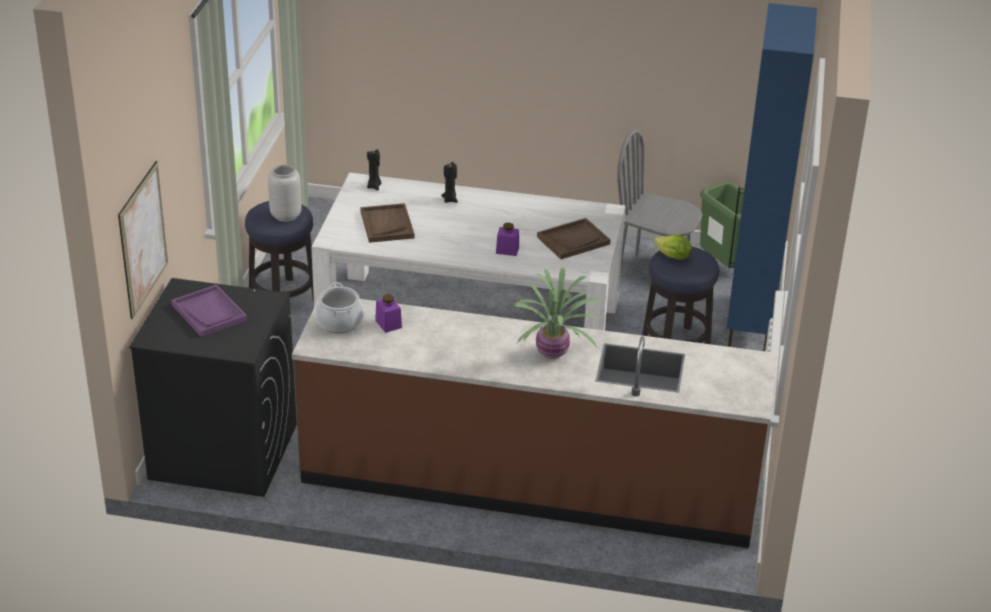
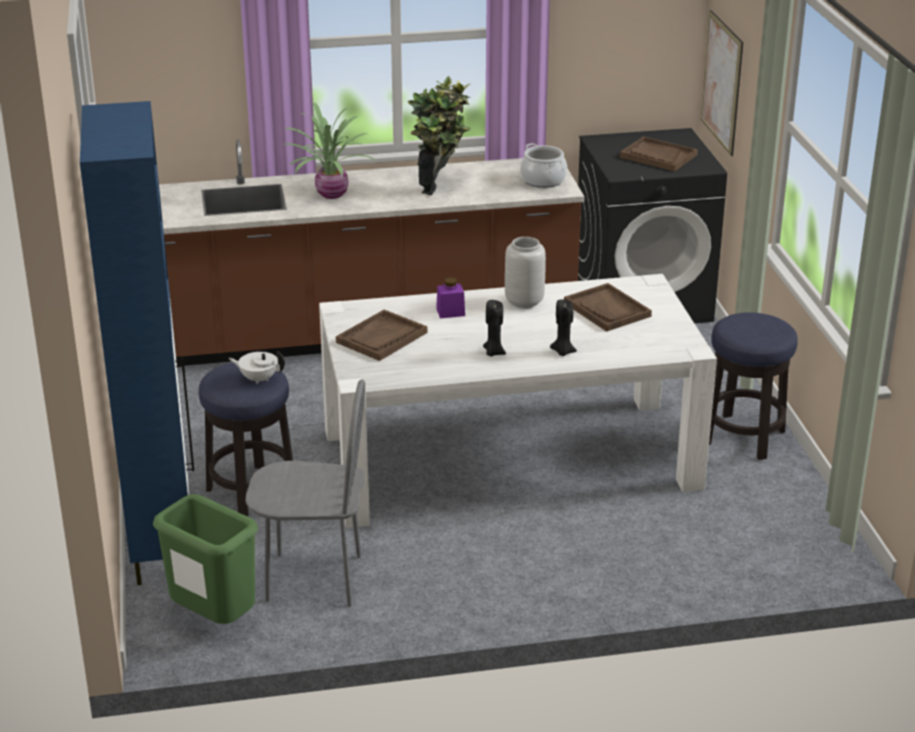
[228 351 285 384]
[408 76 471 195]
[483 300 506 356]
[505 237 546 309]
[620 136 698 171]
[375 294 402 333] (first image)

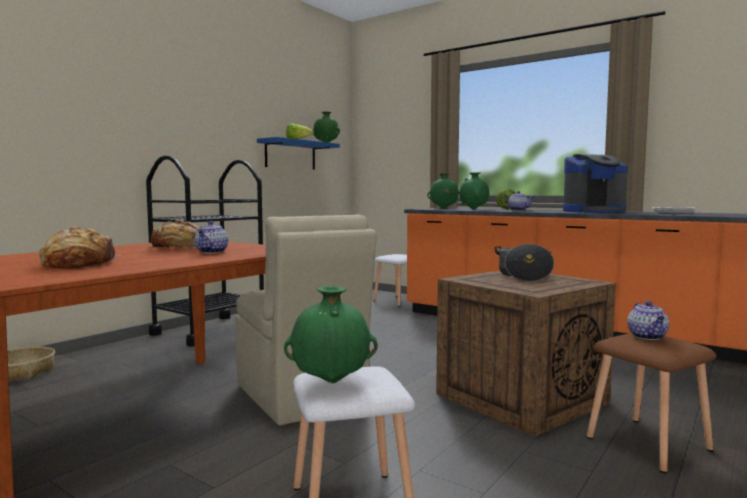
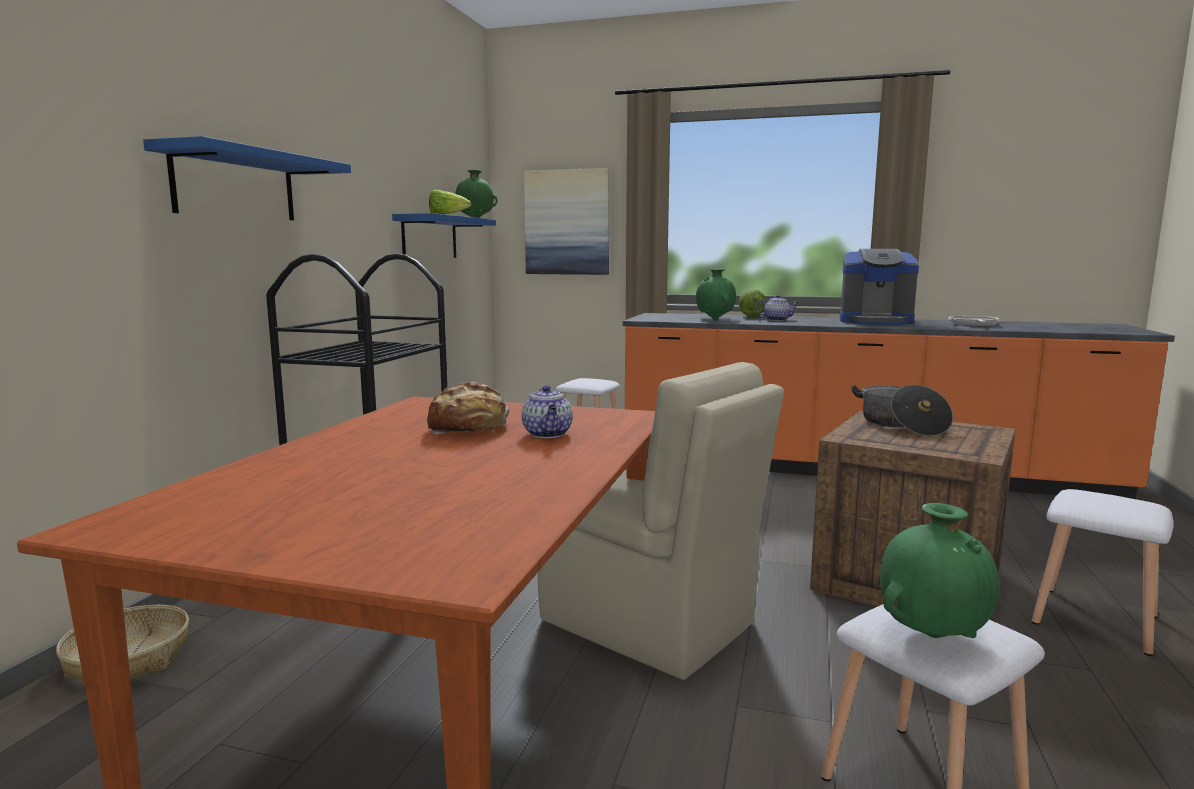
[143 136 351 220]
[524 168 609 275]
[840 249 919 325]
[1032 489 1174 656]
[39 226 121 269] (first image)
[427 173 460 209] (first image)
[627 301 669 340] (first image)

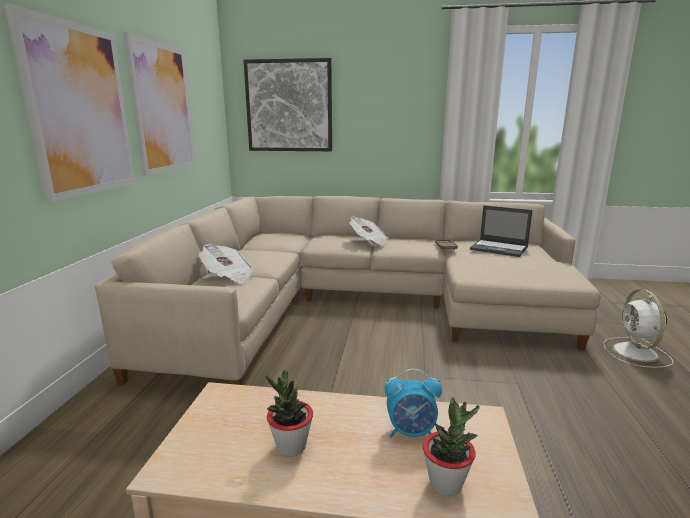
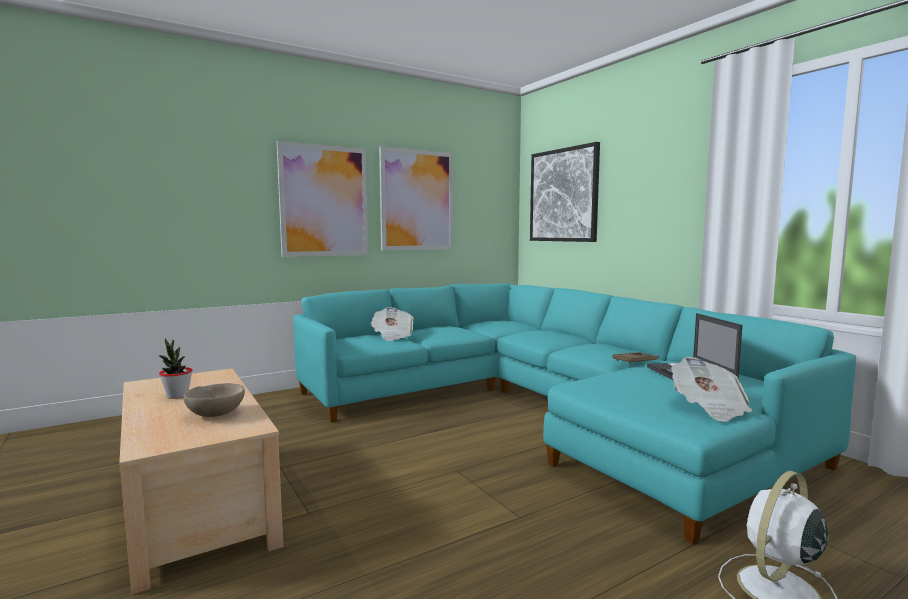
[183 383 245 417]
[293 283 856 545]
[671 357 752 422]
[423 397 480 496] (first image)

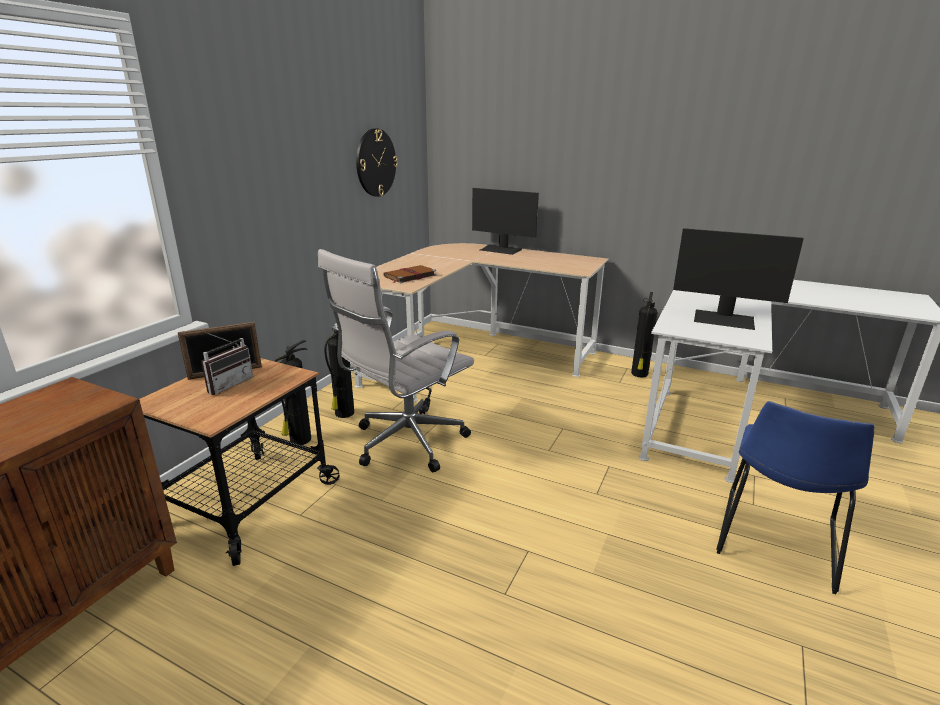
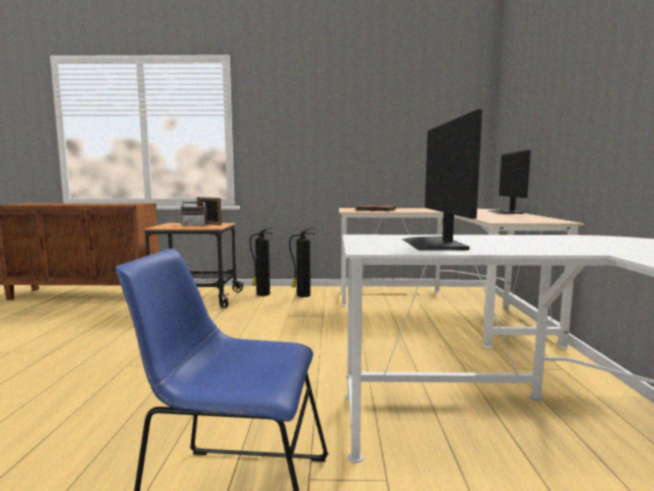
[318 249 474 472] (first image)
[356 128 398 197] (first image)
[631 292 658 377] (first image)

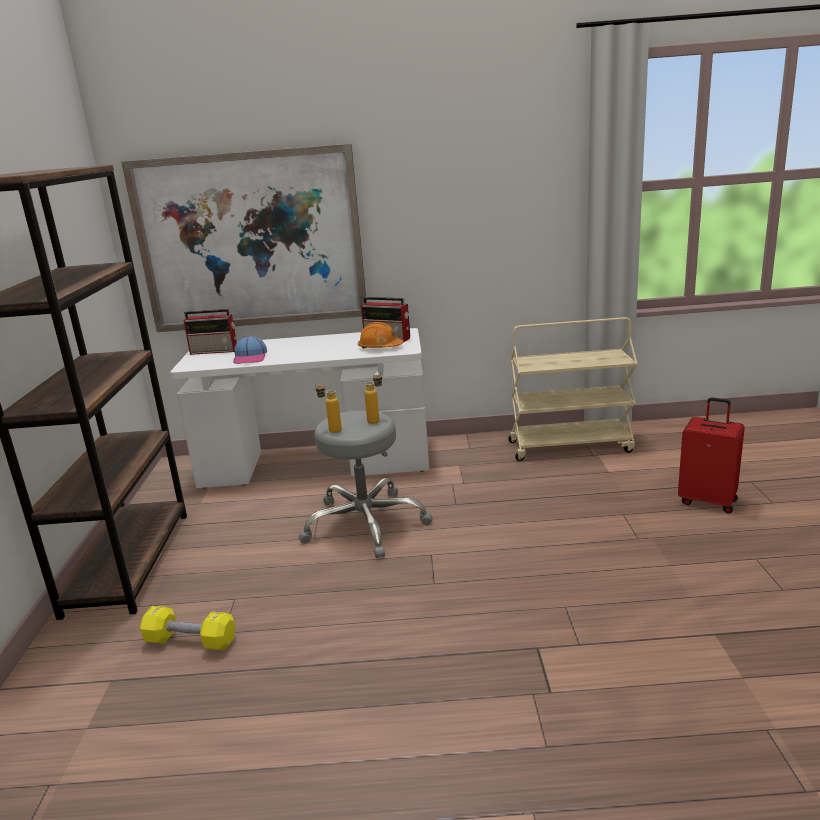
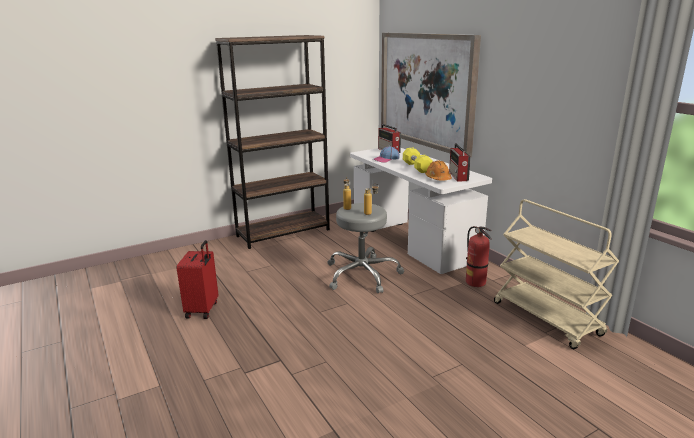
[177 240 218 319]
[403 148 433 173]
[466 226 492 287]

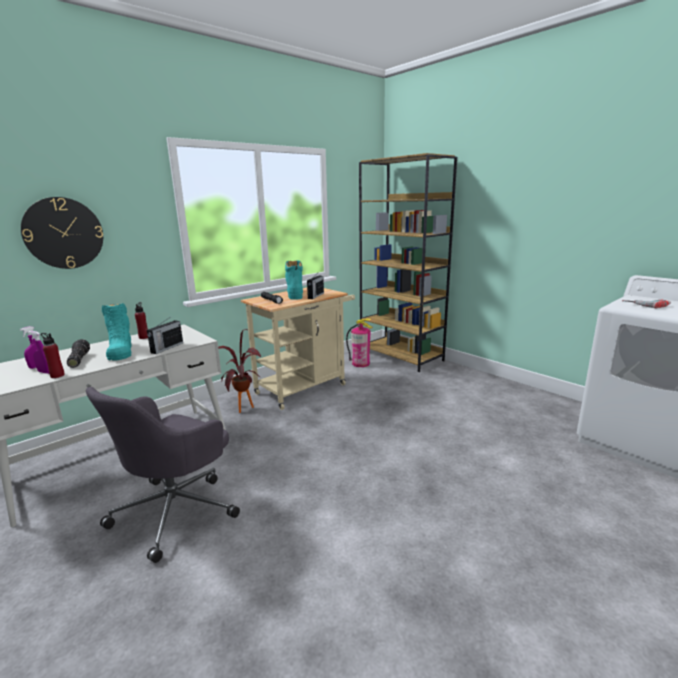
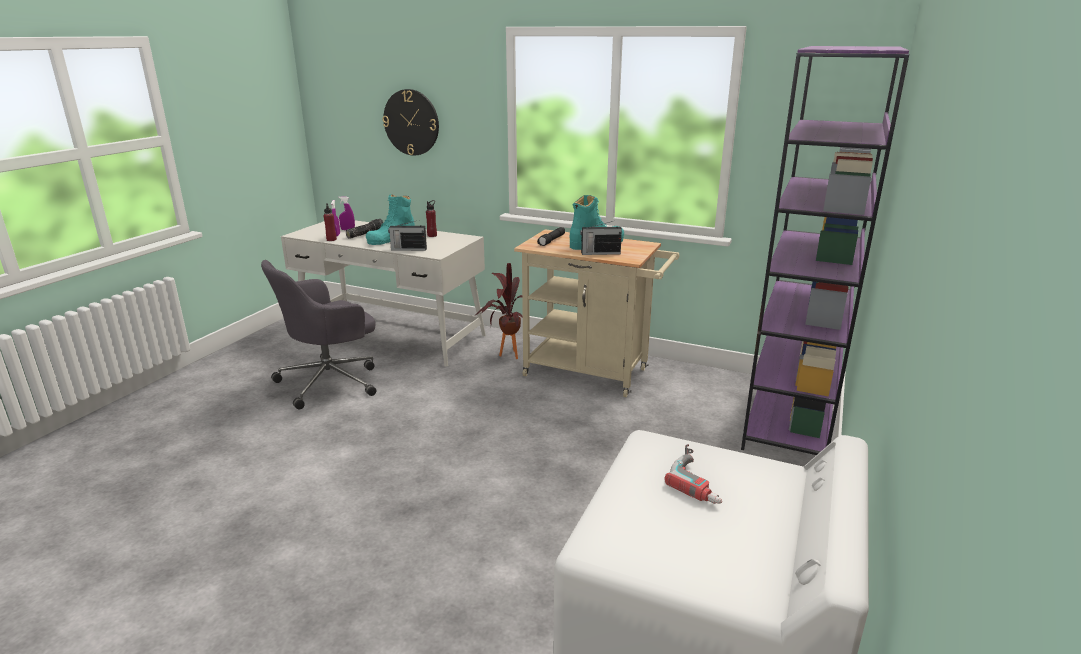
[261 260 376 410]
[741 46 909 455]
[346 319 373 367] (first image)

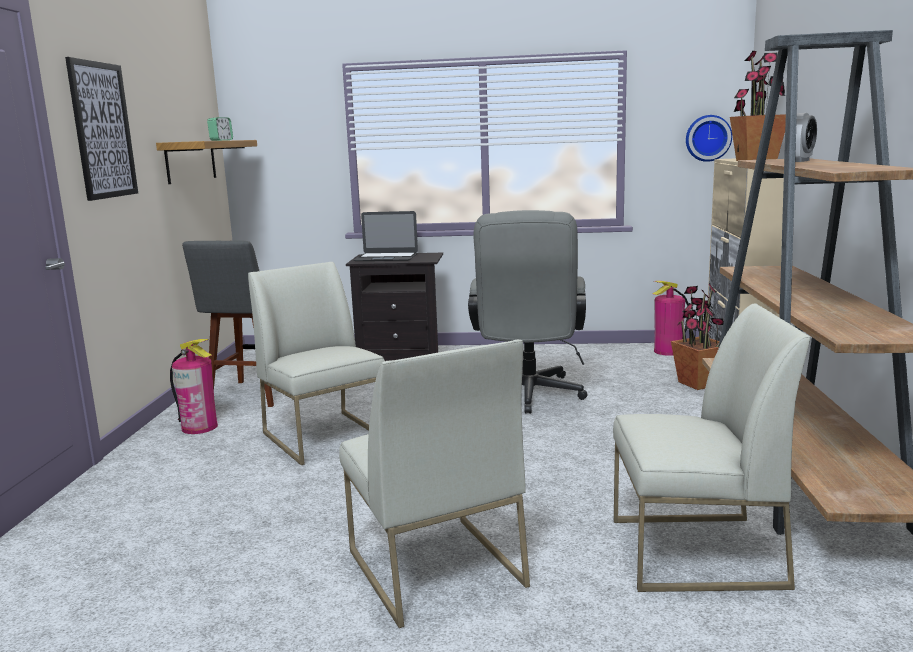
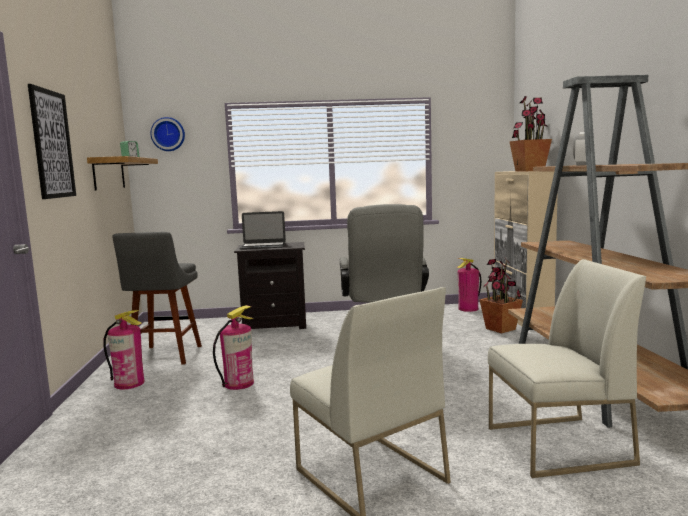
[151 117 185 151]
[213 305 254 390]

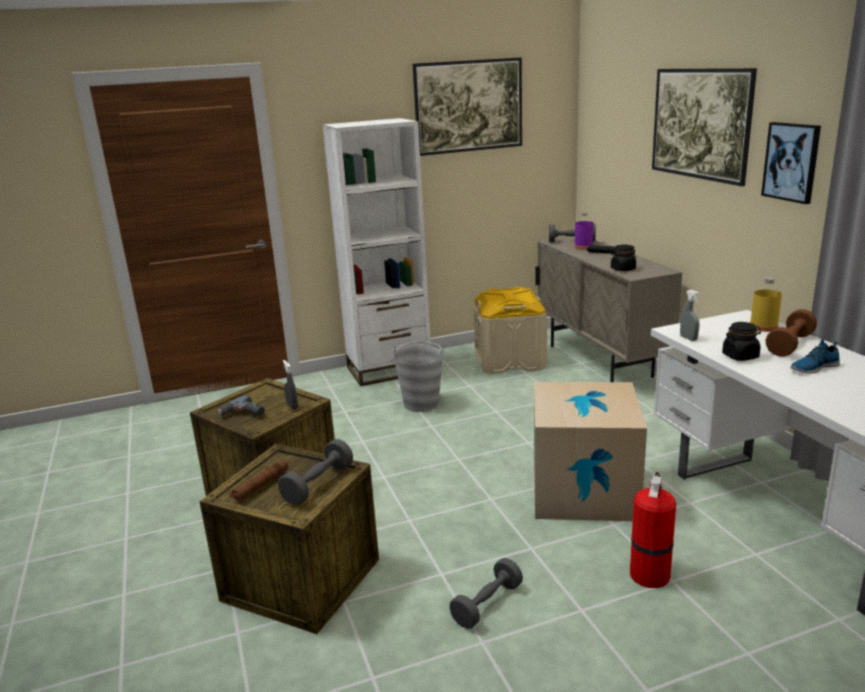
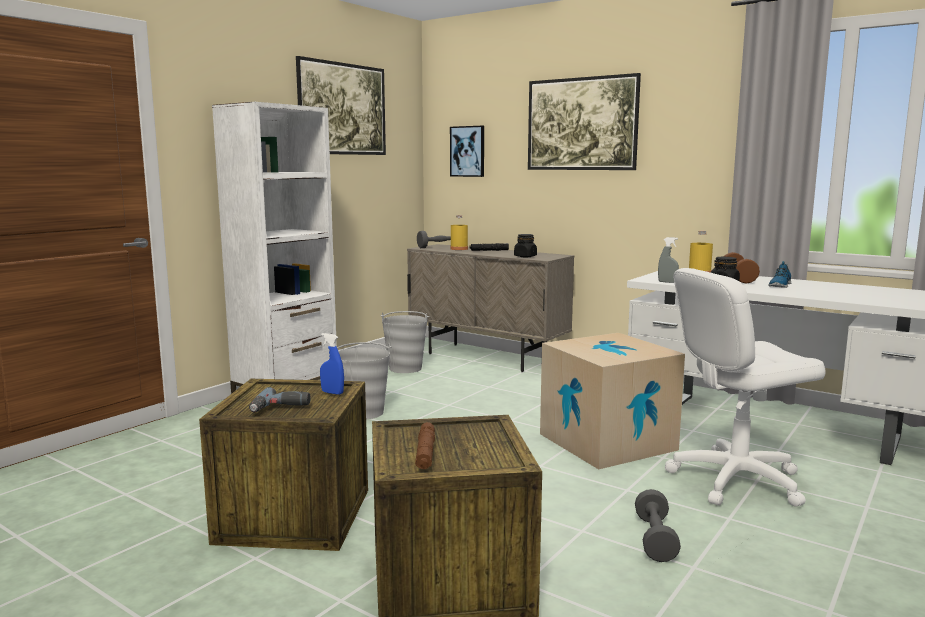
[320 333 344 395]
[380 311 430 373]
[450 126 484 177]
[450 215 468 250]
[665 268 826 507]
[278 439 353 505] (first image)

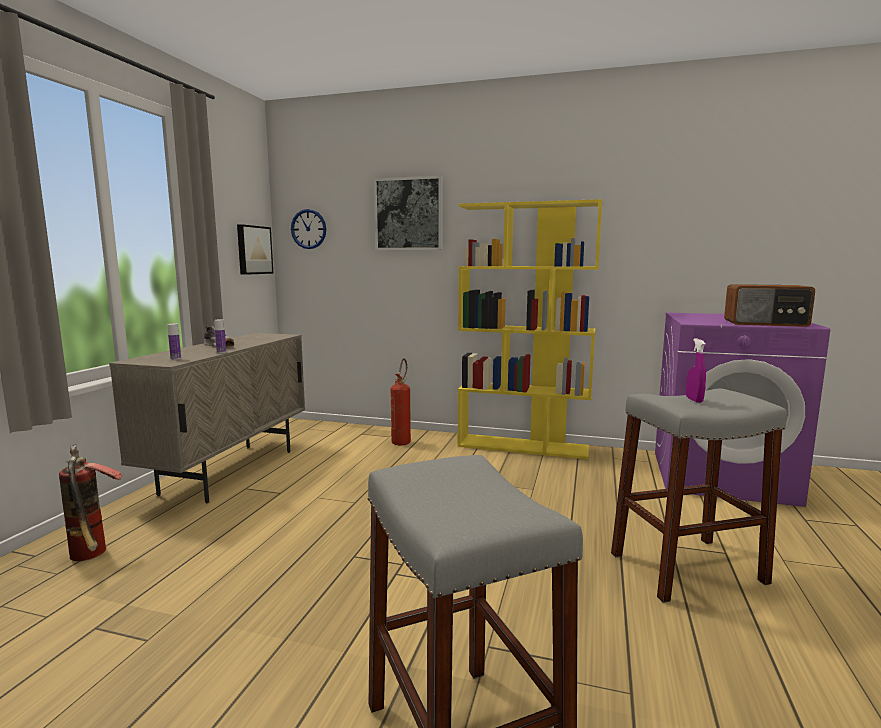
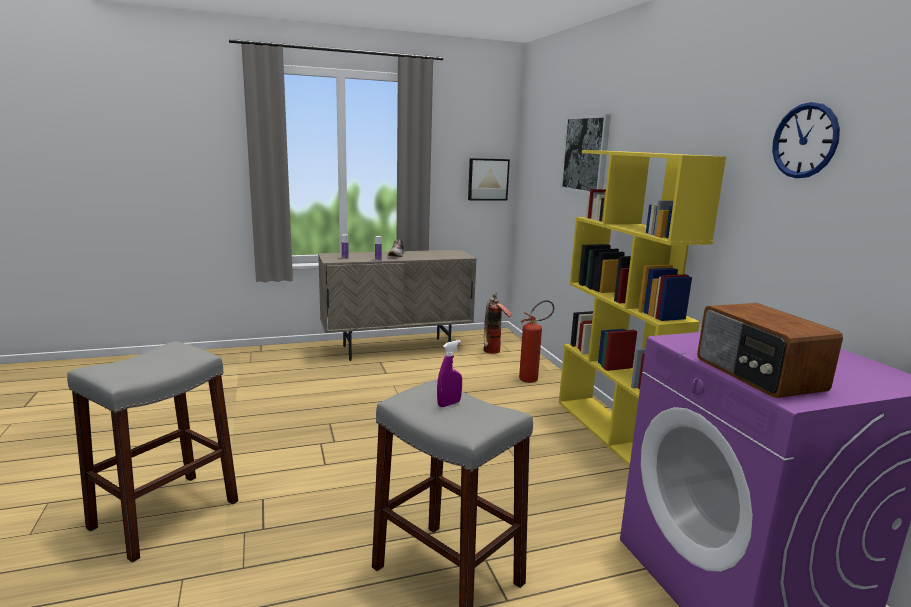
[484 292 512 354]
[772 102 840 178]

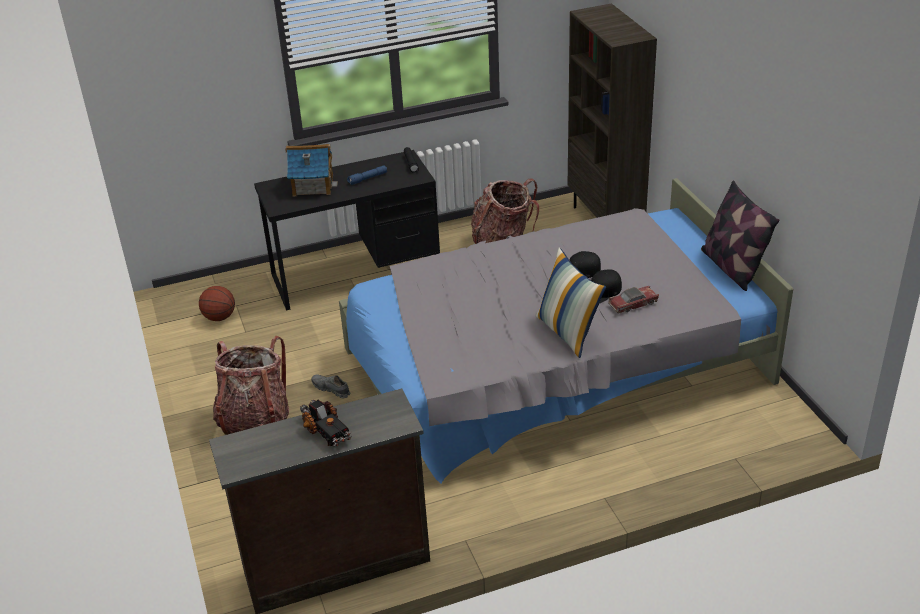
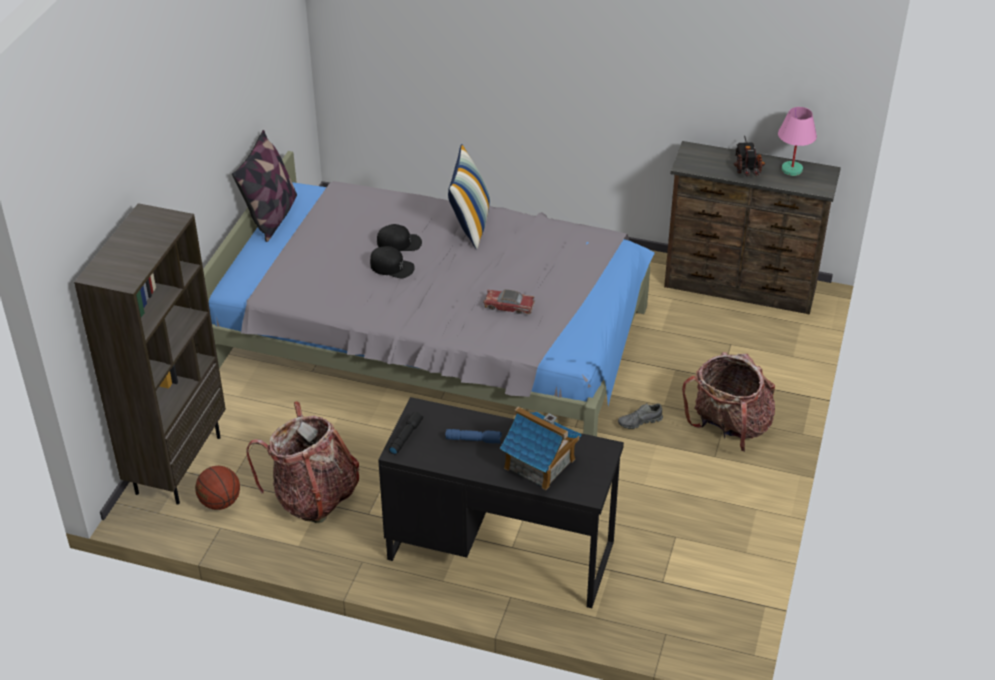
[195 466 240 510]
[483 289 535 314]
[618 403 663 429]
[778 107 817 176]

